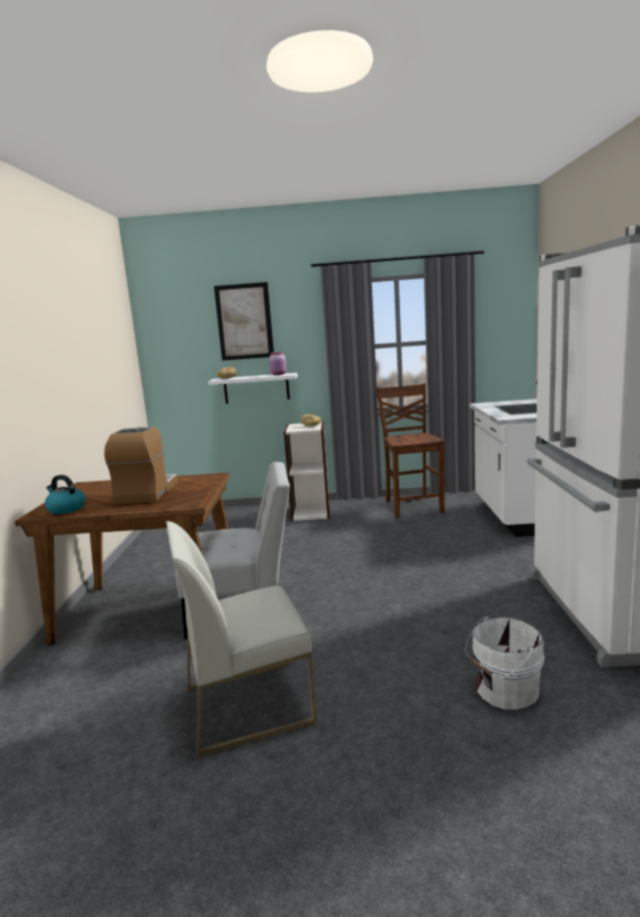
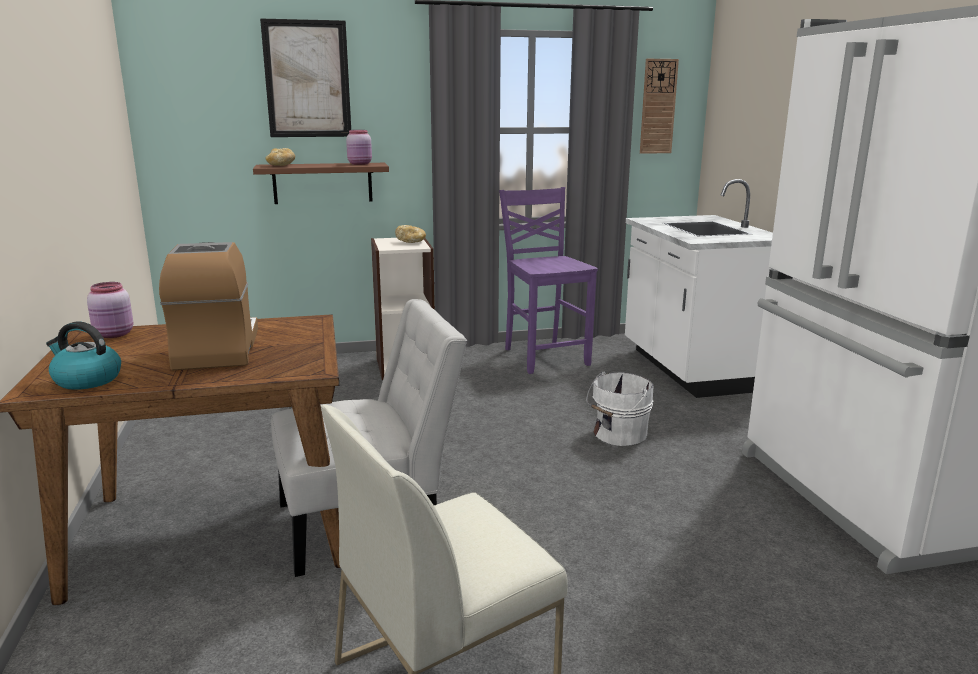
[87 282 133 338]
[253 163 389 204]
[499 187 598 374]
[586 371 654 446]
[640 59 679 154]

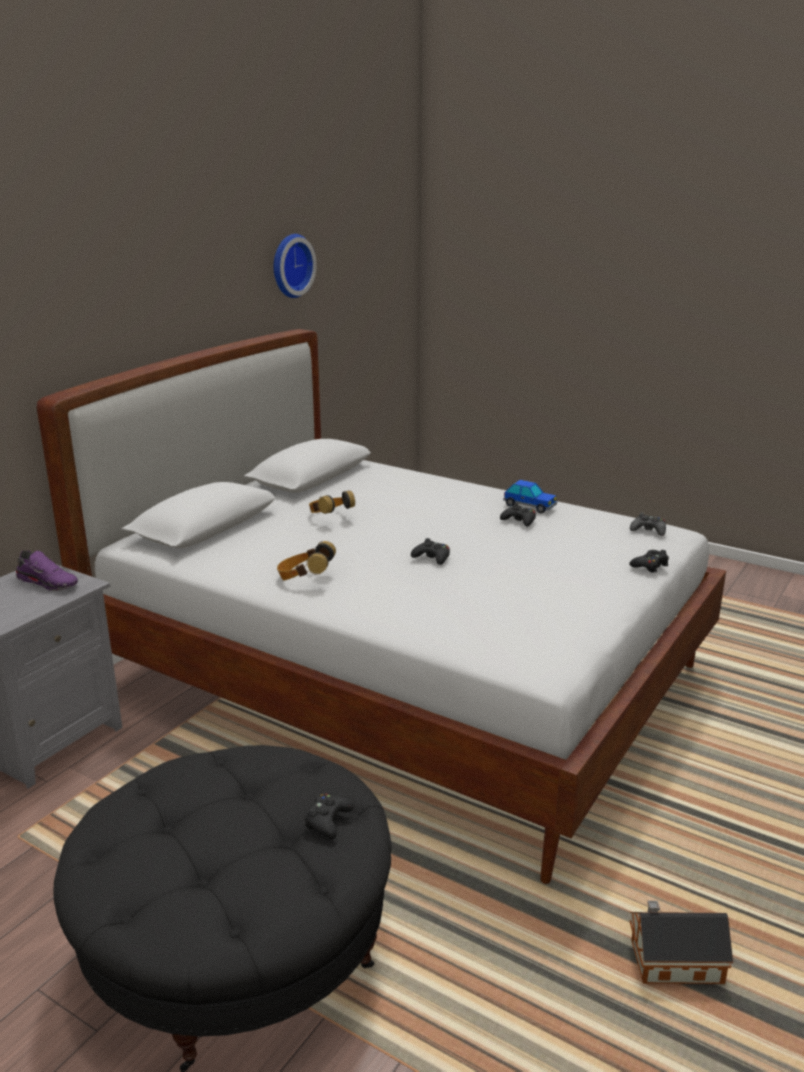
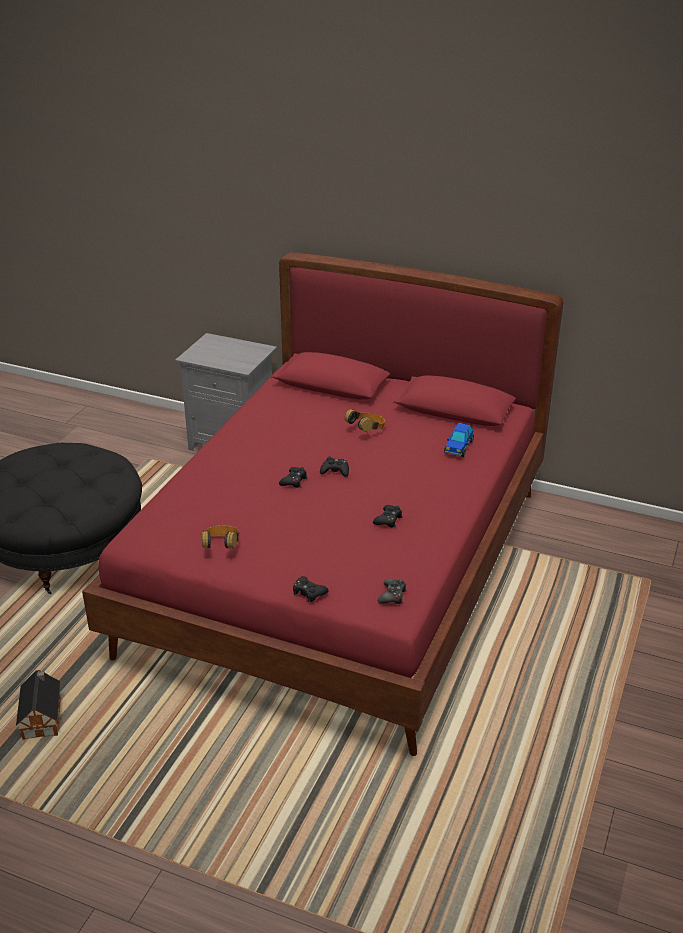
[82 252 564 756]
[202 525 239 549]
[320 456 349 477]
[444 423 474 457]
[16 550 78 591] (first image)
[273 234 316 298] (first image)

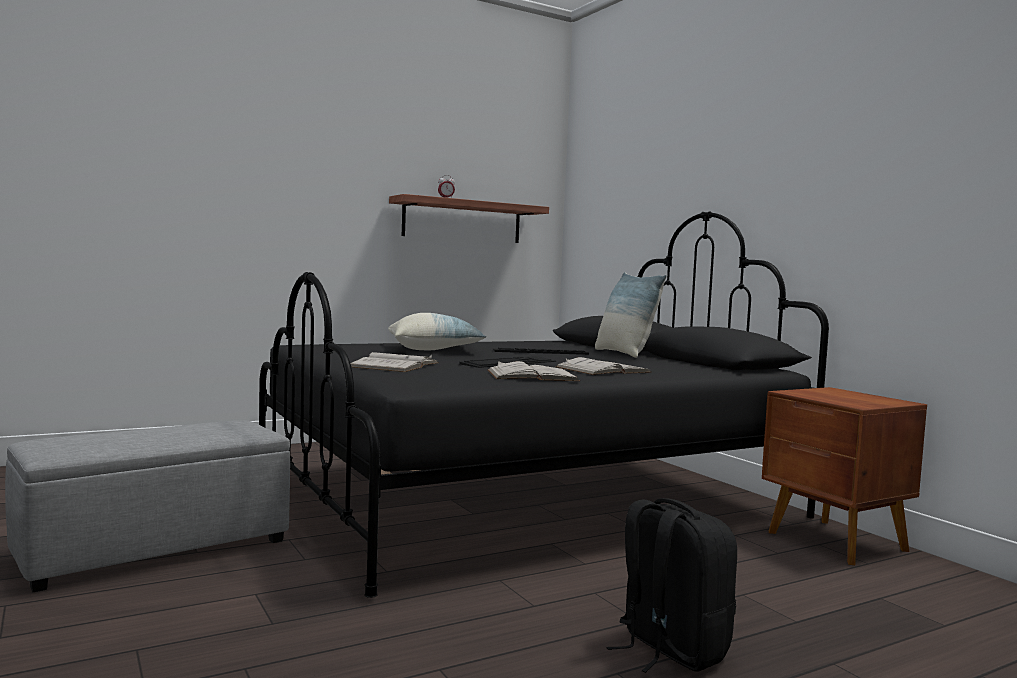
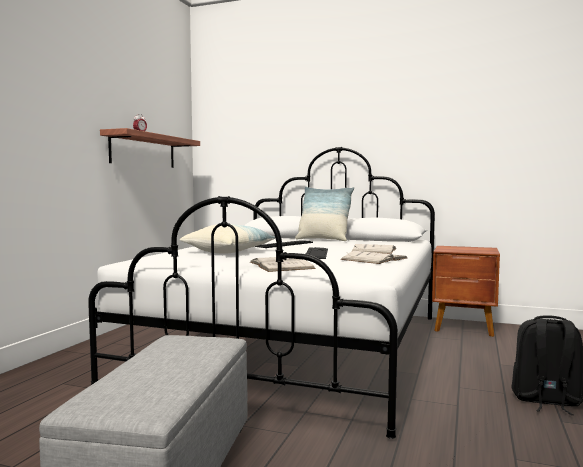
[88 147 435 439]

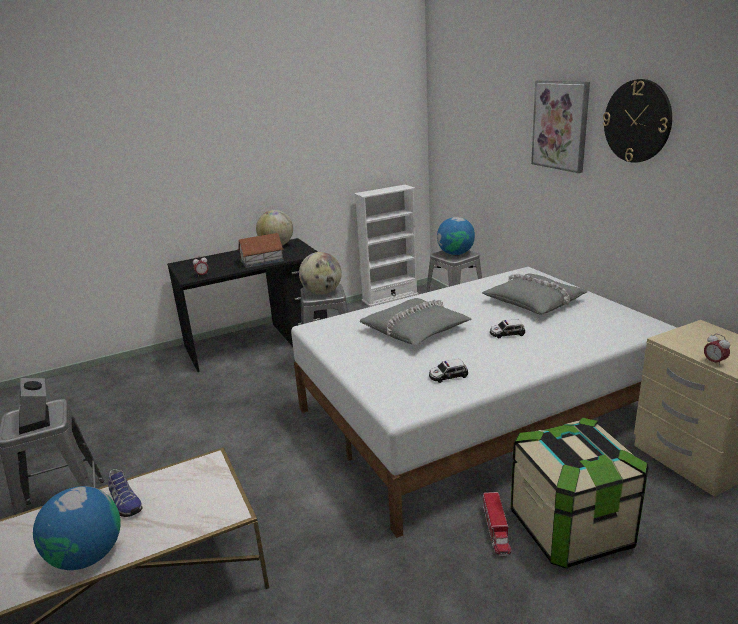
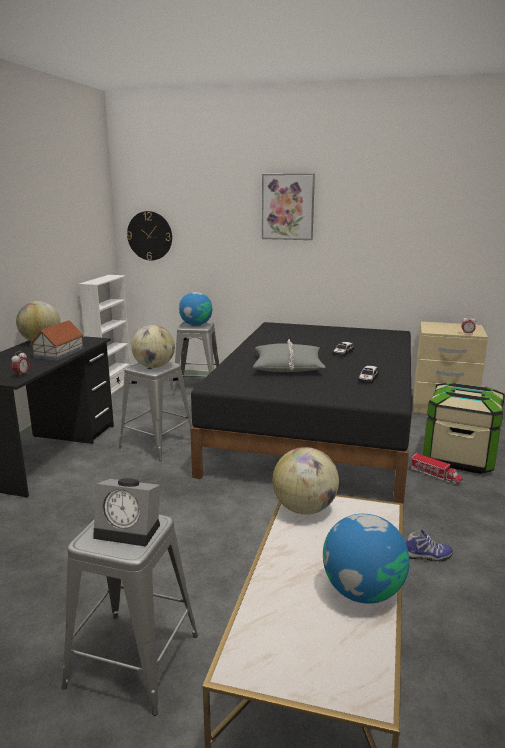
[127 211 172 260]
[190 322 412 504]
[273 447 339 514]
[406 529 453 562]
[482 273 588 315] (first image)

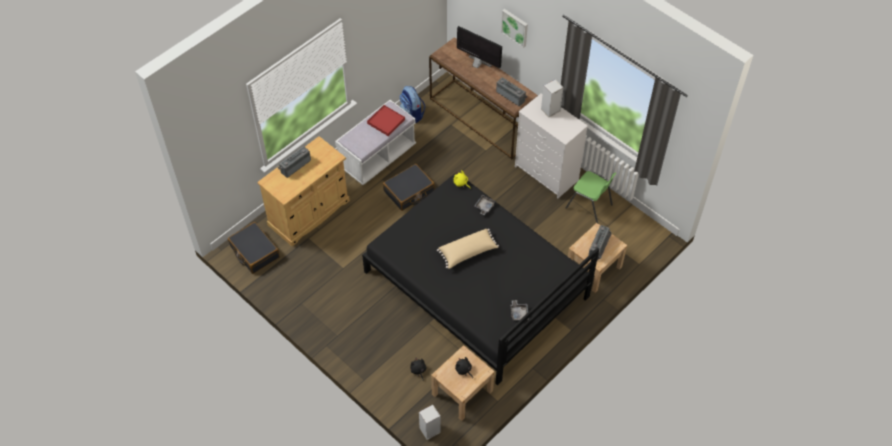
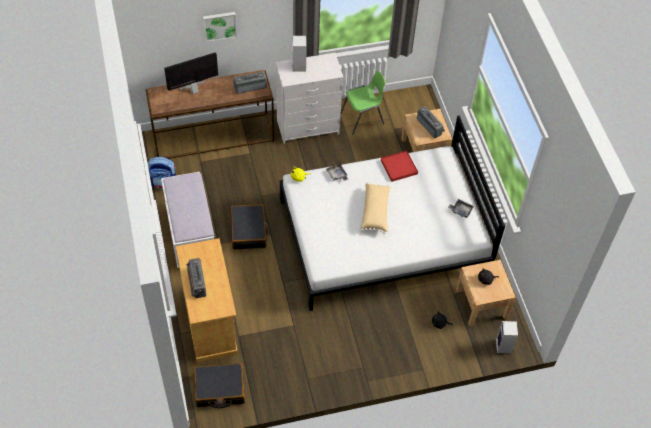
[280 116 505 311]
[381 151 418 182]

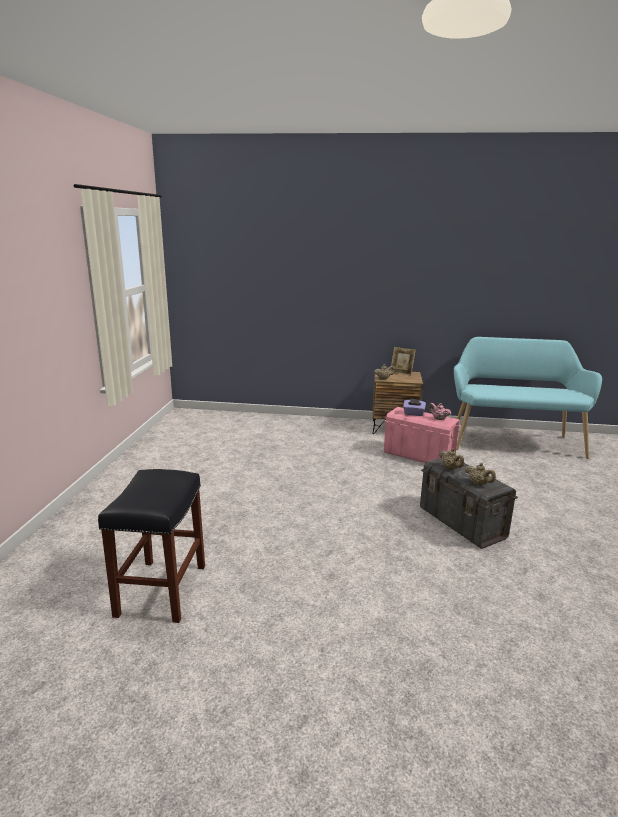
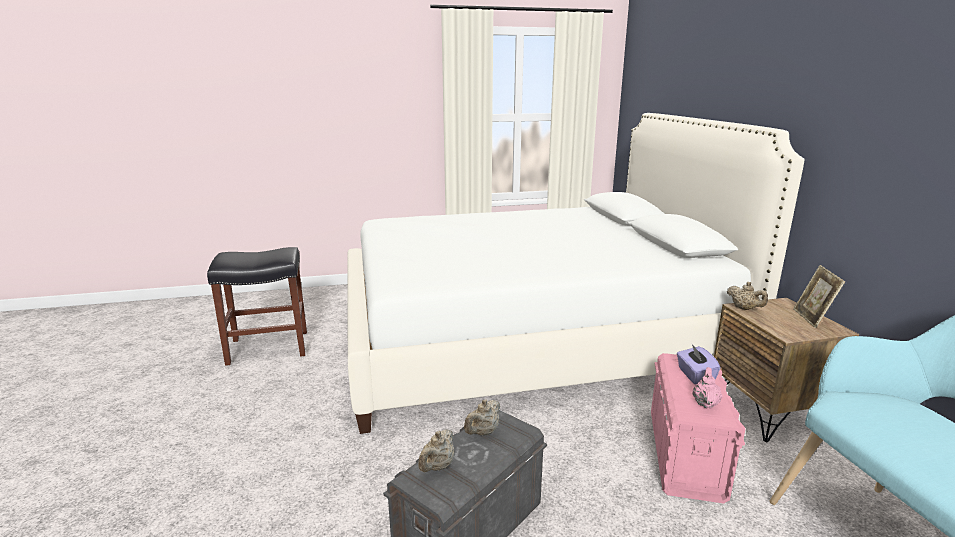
[347 113 805 434]

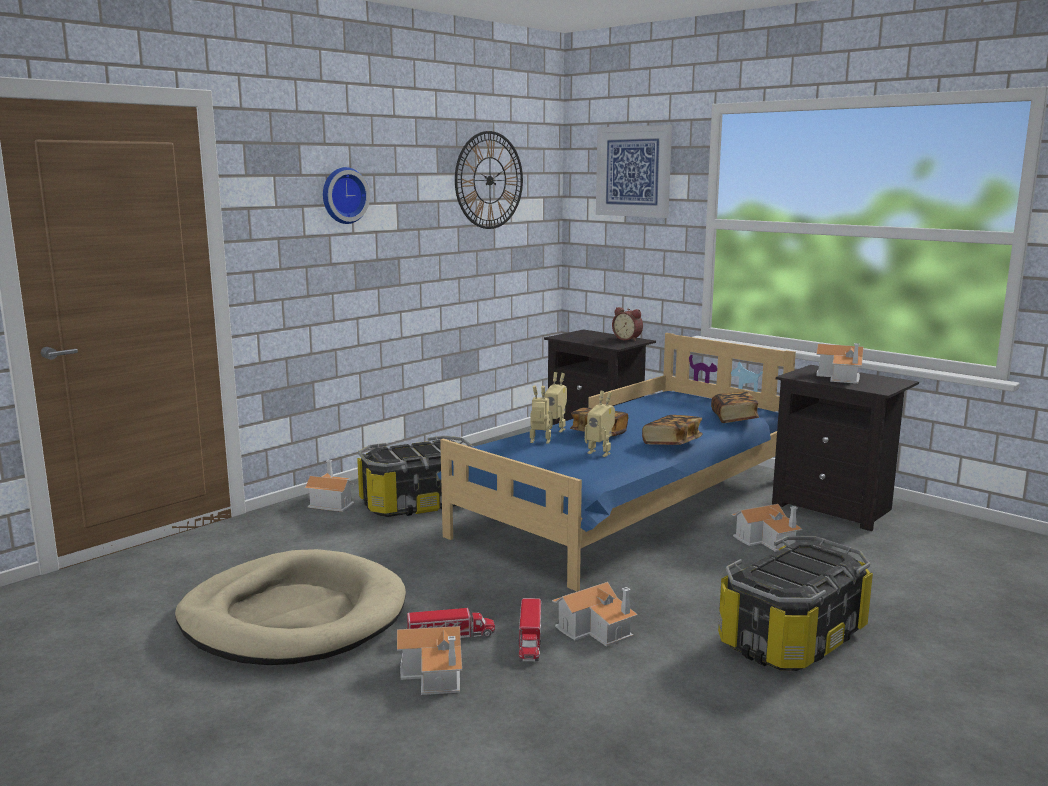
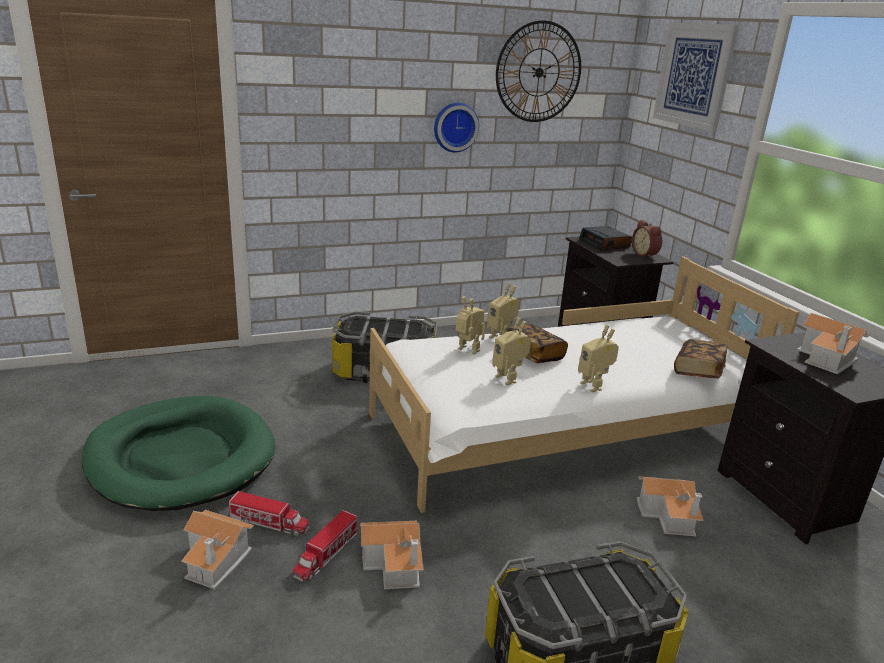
[82 395 276 511]
[369 257 800 513]
[434 103 479 152]
[578 325 619 392]
[579 226 632 250]
[304 460 354 512] (first image)

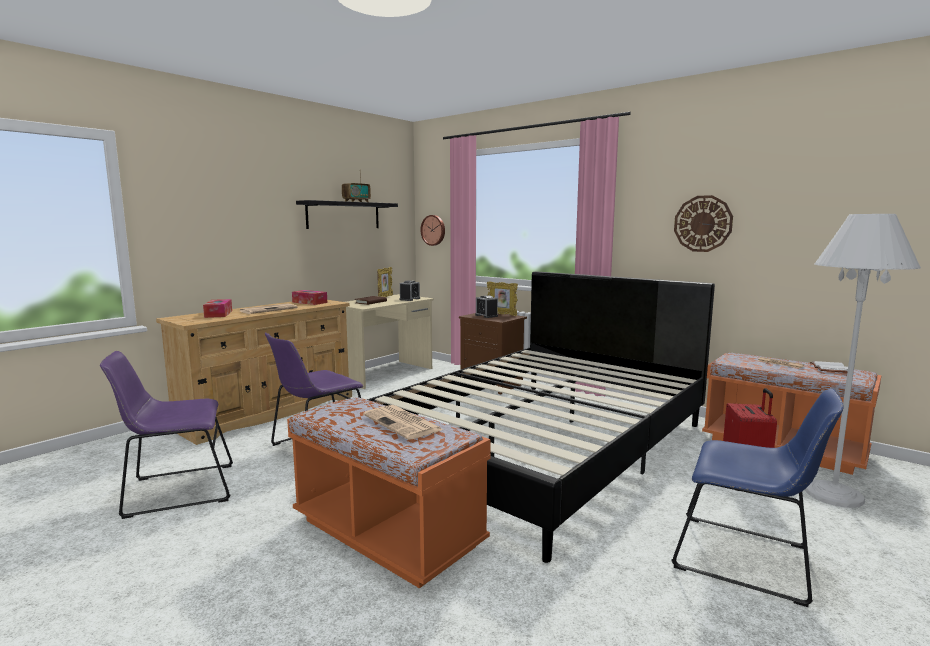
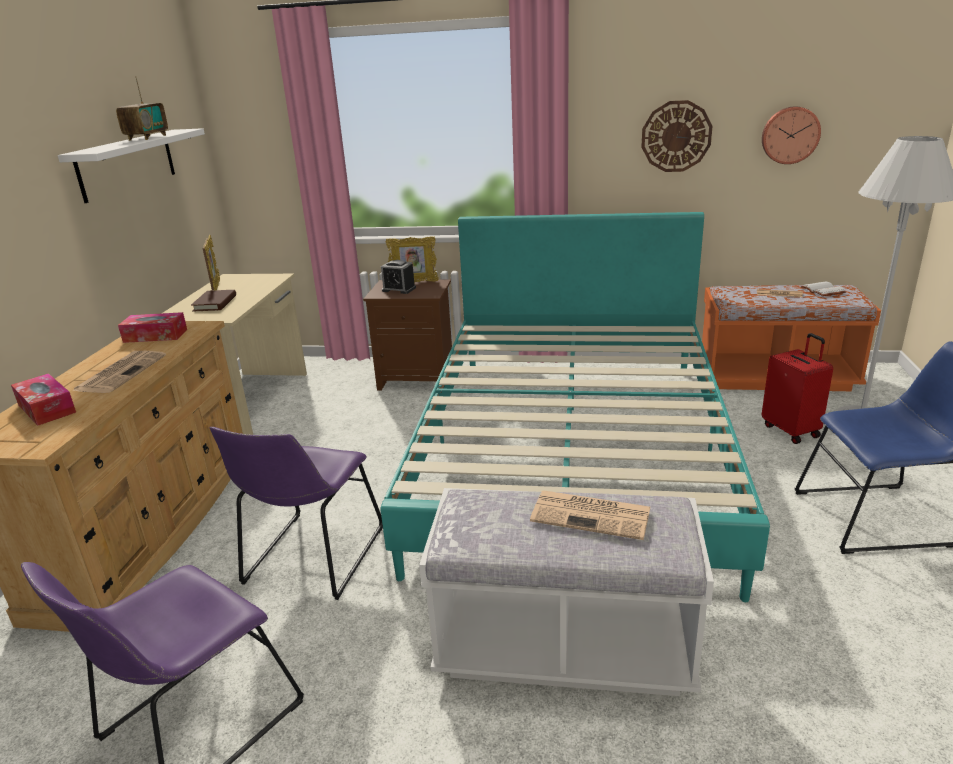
[58 128 205 203]
[381 212 770 602]
[419 488 714 696]
[762 107 821 164]
[399 280 420 301] (first image)

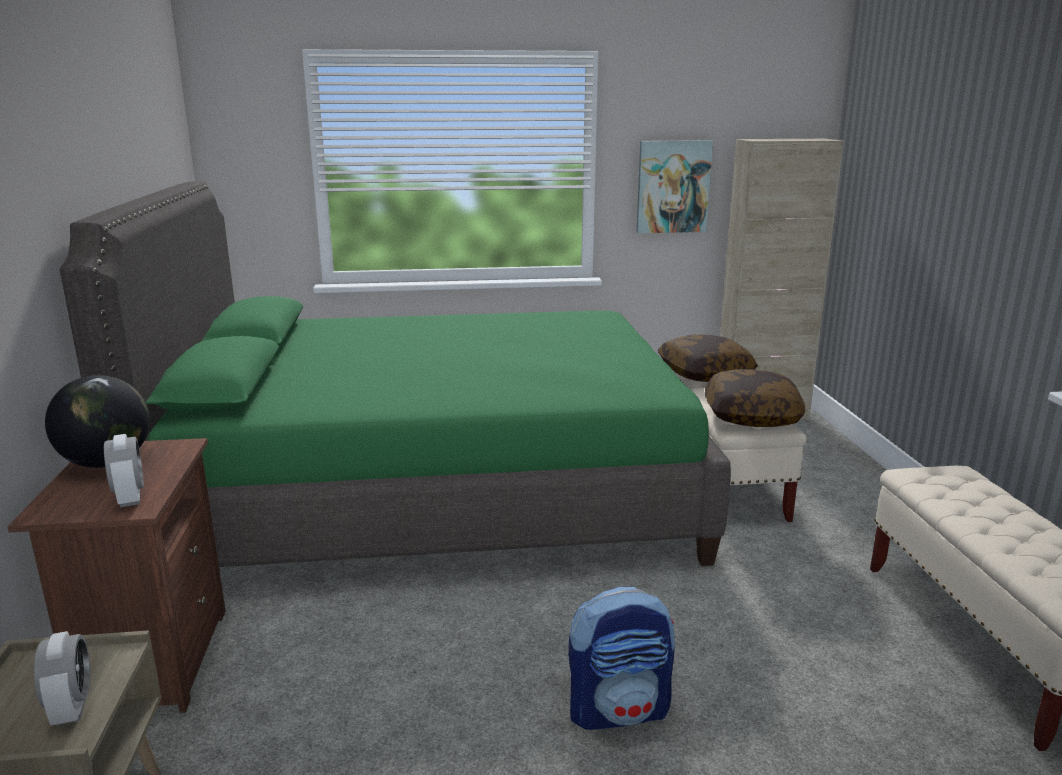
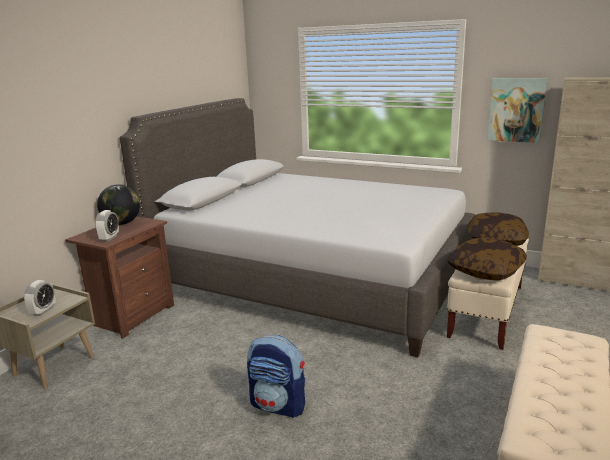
[120 98 475 357]

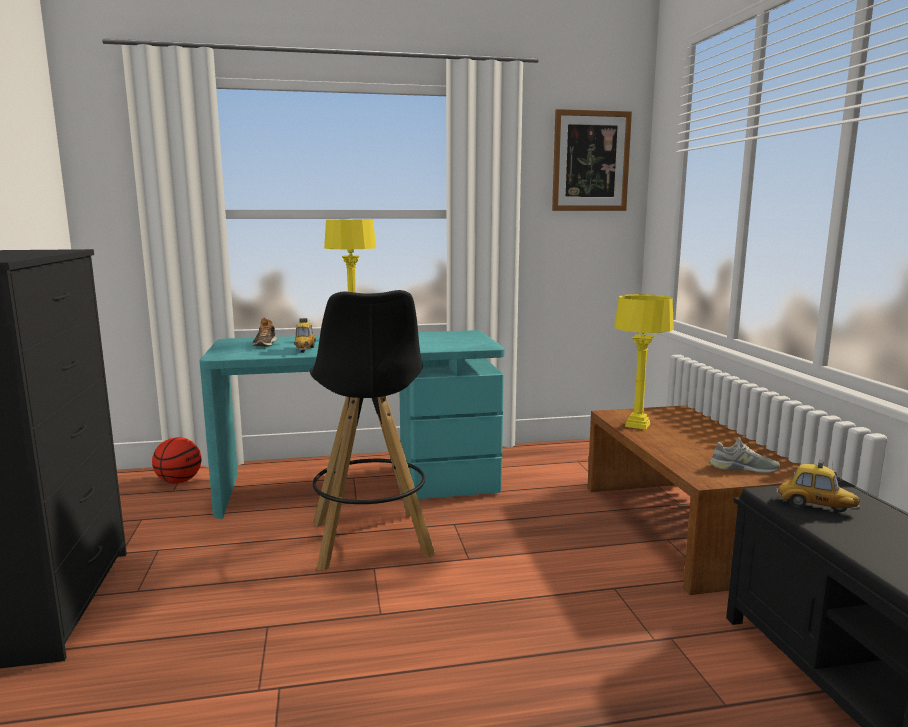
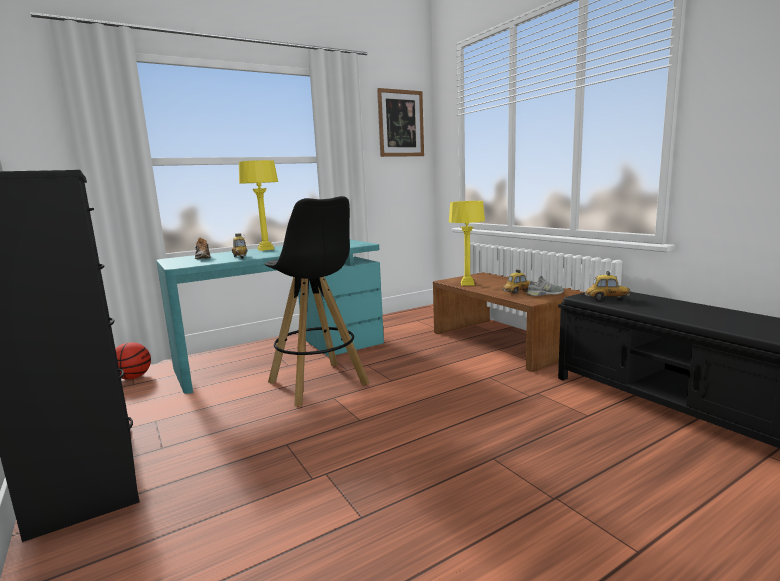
[503 269 530 294]

